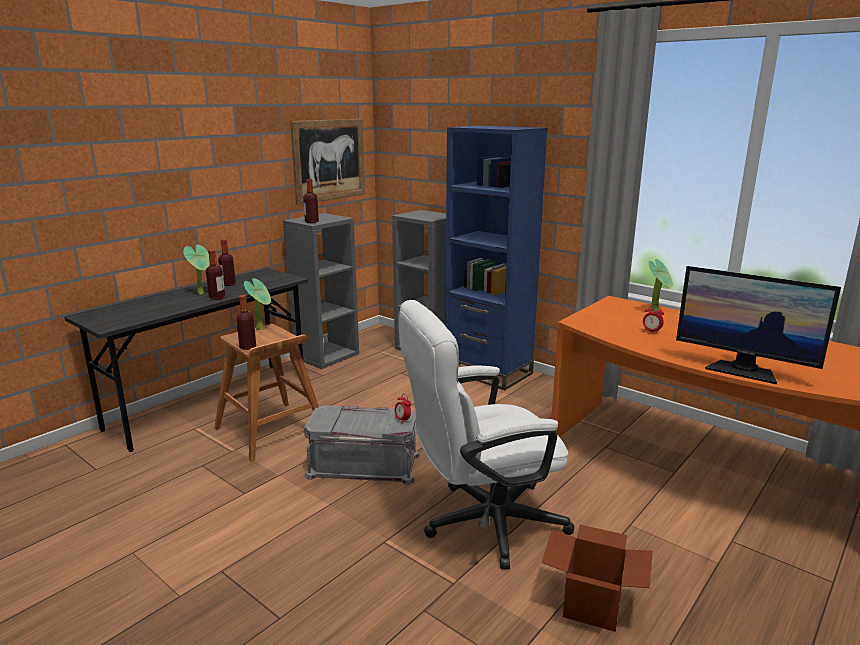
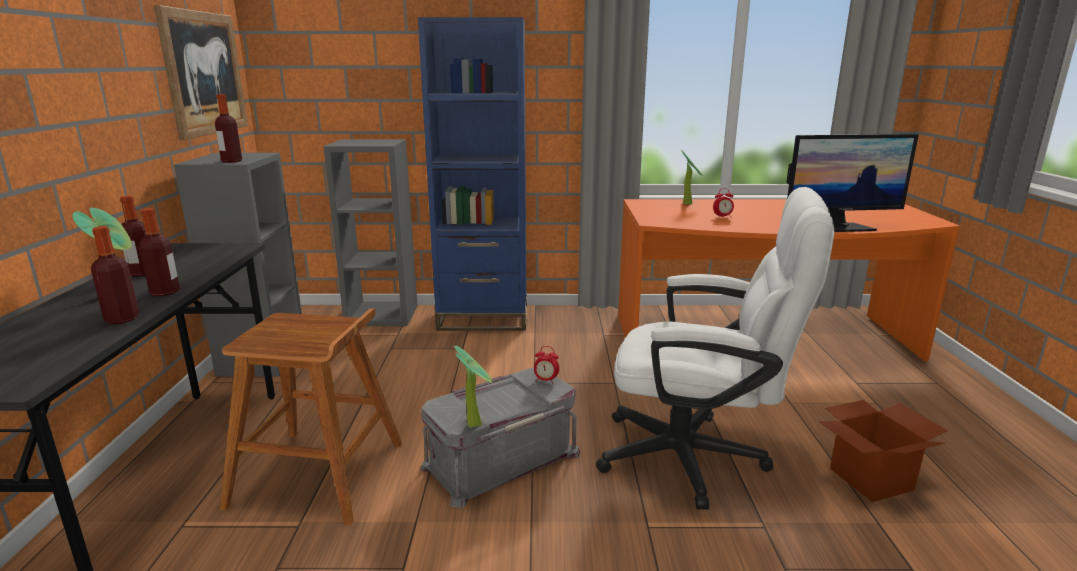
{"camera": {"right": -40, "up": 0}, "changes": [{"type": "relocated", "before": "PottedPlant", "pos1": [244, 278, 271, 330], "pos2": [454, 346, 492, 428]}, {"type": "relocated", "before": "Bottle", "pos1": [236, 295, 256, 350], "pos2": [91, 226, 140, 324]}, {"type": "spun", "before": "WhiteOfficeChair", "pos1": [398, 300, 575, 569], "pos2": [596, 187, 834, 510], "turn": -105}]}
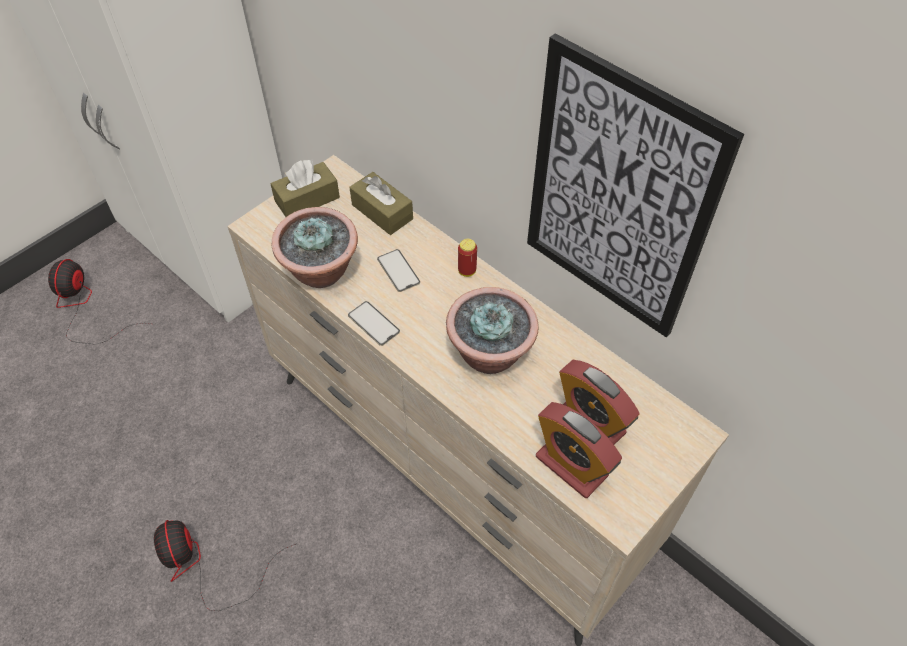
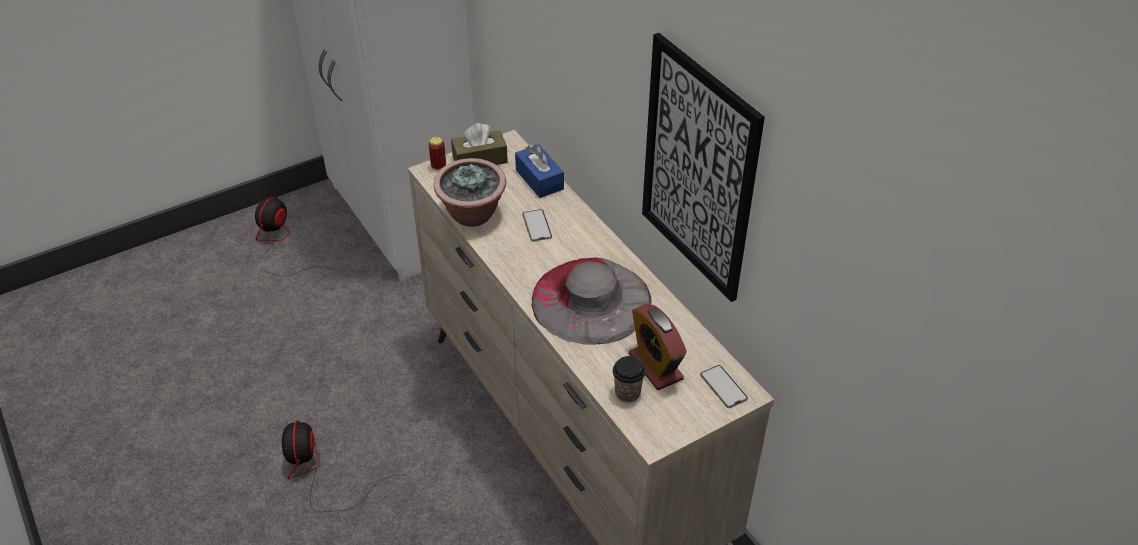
{"camera": {"right": 15, "up": -10}, "changes": [{"type": "colour", "before": "BrownTissueBox", "after": "BlueTissueBox", "pos1": [349, 172, 413, 235], "pos2": [515, 144, 564, 198]}, {"type": "relocated", "before": "Can", "pos1": [458, 239, 477, 277], "pos2": [429, 137, 446, 170]}, {"type": "exchanged", "before": "PottedPlant", "after": "GreyHat", "pos1": [446, 287, 539, 374], "pos2": [531, 258, 652, 345]}, {"type": "relocated", "before": "Phone", "pos1": [348, 301, 400, 346], "pos2": [700, 365, 748, 408]}, {"type": "exchanged", "before": "AlarmClock", "after": "Cup", "pos1": [536, 402, 622, 498], "pos2": [613, 356, 646, 403]}]}
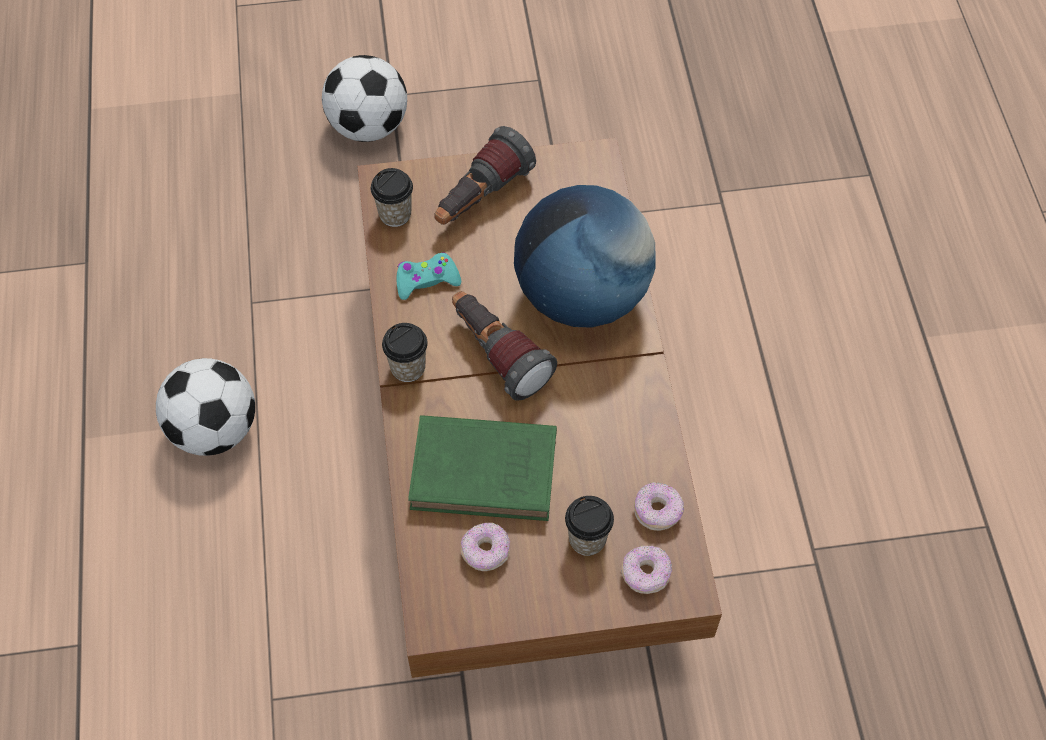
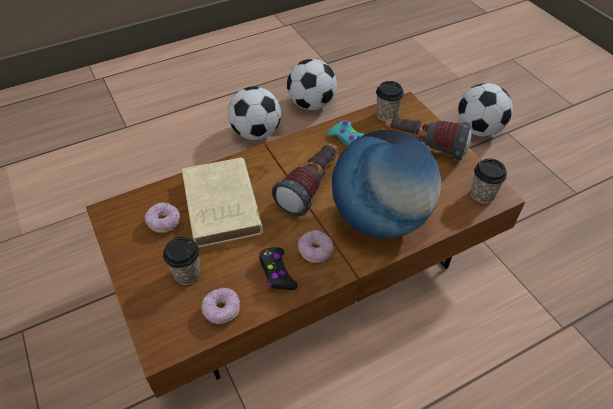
{"camera": {"right": 70, "up": -10}, "changes": [{"type": "relocated", "before": "Cup", "pos1": [382, 323, 428, 382], "pos2": [471, 159, 507, 203]}, {"type": "colour", "before": "GreenBook", "after": "BeigeBook", "pos1": [408, 415, 557, 521], "pos2": [182, 157, 263, 248]}, {"type": "relocated", "before": "Donut", "pos1": [621, 545, 672, 594], "pos2": [298, 230, 333, 263]}, {"type": "appeared", "after": "Football", "pos2": [287, 59, 337, 110]}, {"type": "appeared", "after": "BlackGameController", "pos2": [259, 247, 297, 290]}]}
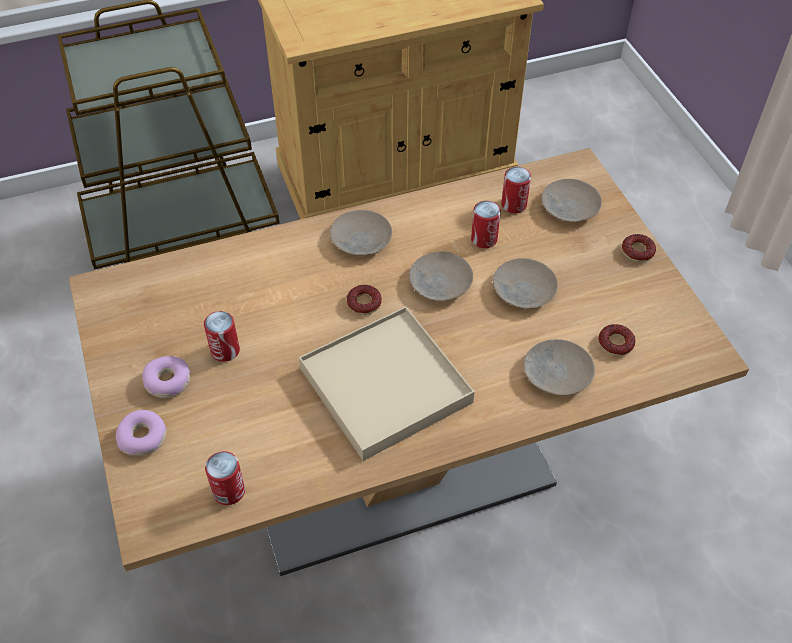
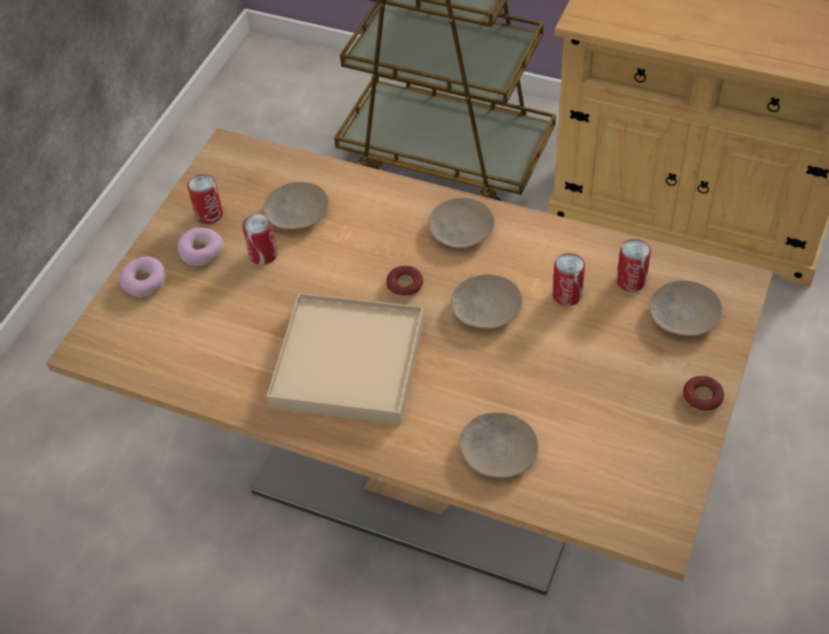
{"camera": {"right": 45, "up": 0}, "changes": [{"type": "relocated", "before": "BeigePlate", "pos1": [493, 258, 558, 309], "pos2": [263, 182, 329, 230]}, {"type": "missing", "before": "Donut", "pos1": [599, 324, 635, 356]}, {"type": "relocated", "before": "Can", "pos1": [205, 451, 245, 505], "pos2": [187, 174, 223, 224]}]}
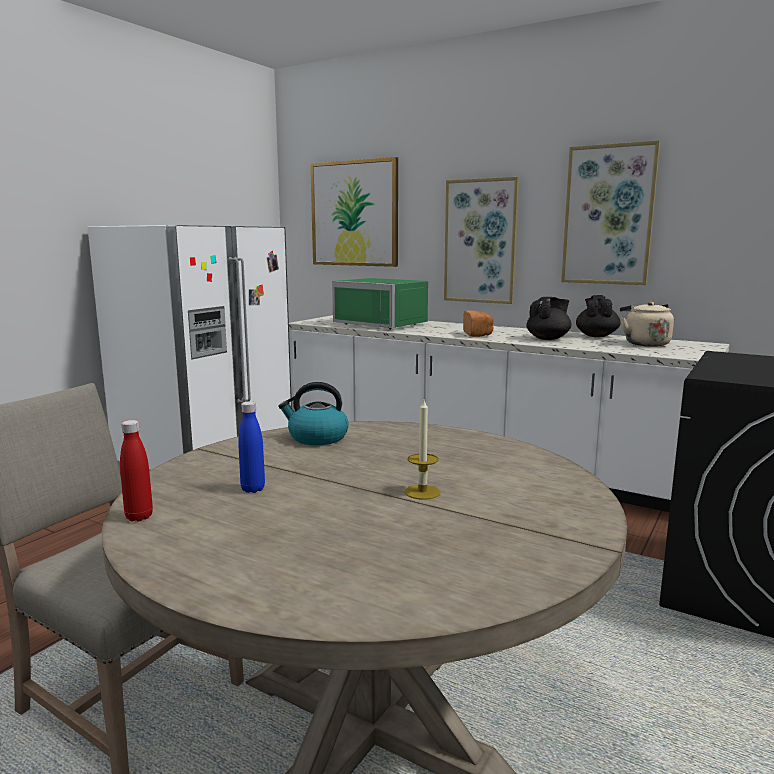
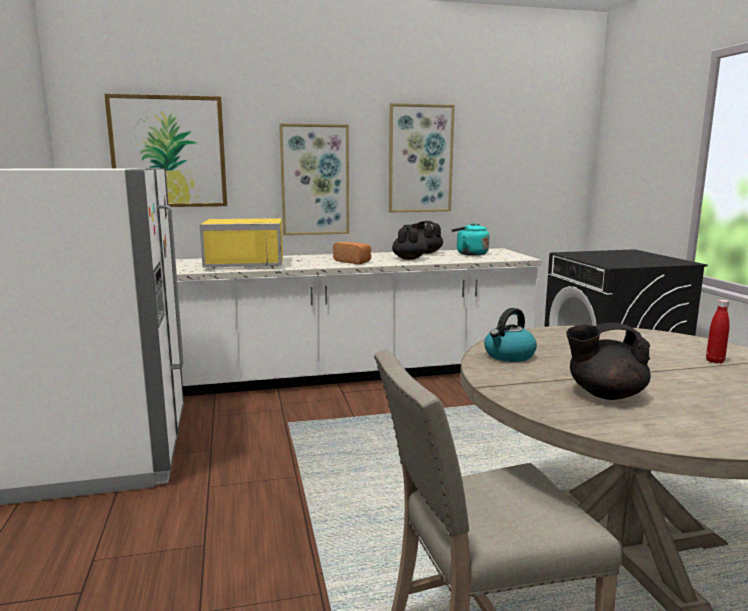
{"camera": {"right": -45, "up": 0}, "changes": [{"type": "colour", "before": "GreenMicrowave", "after": "YellowMicrowave", "pos1": [332, 278, 428, 330], "pos2": [200, 218, 283, 269]}, {"type": "colour", "before": "BeigeKettle", "after": "TurquoiseKettle", "pos1": [620, 302, 674, 347], "pos2": [451, 223, 489, 256]}, {"type": "missing", "before": "Candle", "pos1": [405, 400, 441, 500]}, {"type": "exchanged", "before": "BlueBottle", "after": "BlackTeapot", "pos1": [238, 401, 265, 493], "pos2": [566, 323, 651, 400]}, {"type": "relocated", "before": "RedBottle", "pos1": [120, 420, 153, 522], "pos2": [706, 300, 729, 363]}]}
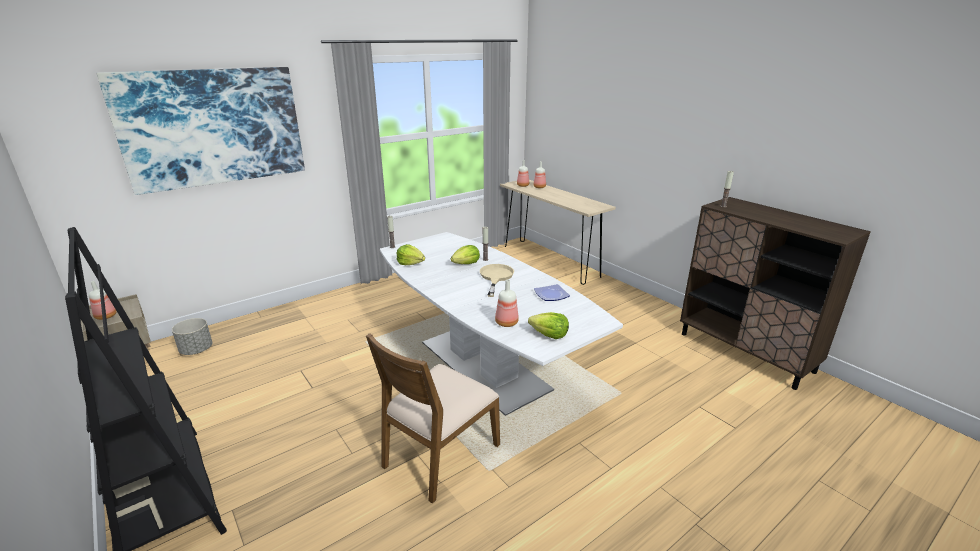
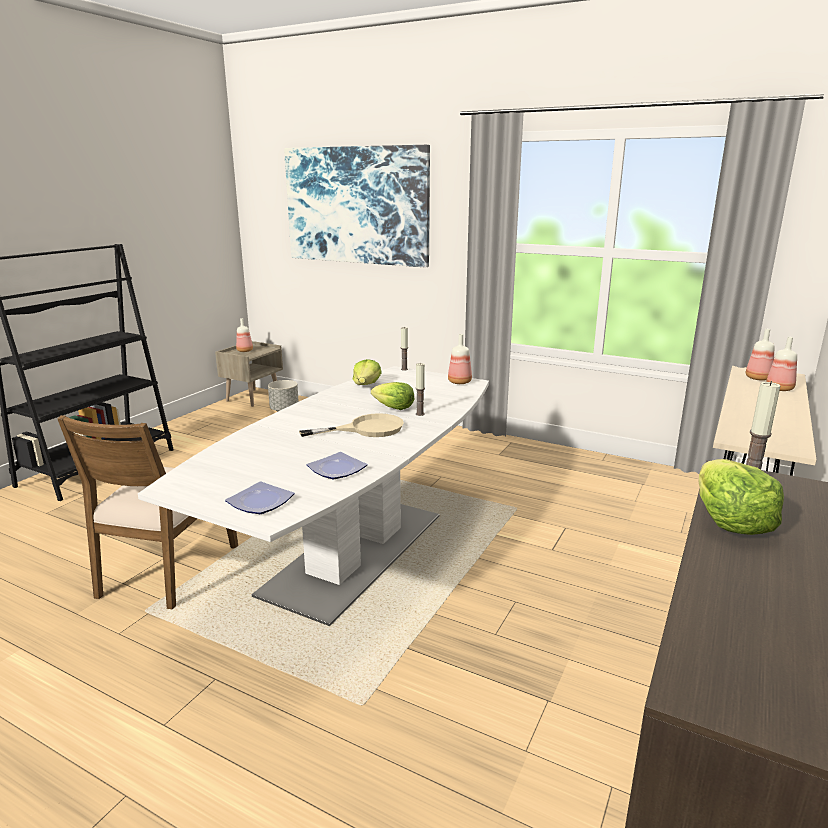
{"camera": {"right": 65, "up": -5}, "changes": [{"type": "relocated", "before": "Bottle", "pos1": [495, 279, 519, 327], "pos2": [448, 334, 472, 384]}, {"type": "relocated", "before": "Lettuce", "pos1": [528, 312, 569, 339], "pos2": [699, 459, 784, 535]}, {"type": "spun", "before": "BrownChair", "pos1": [366, 333, 500, 504], "pos2": [57, 415, 238, 609], "turn": -90}, {"type": "appeared", "after": "Plate", "pos2": [225, 481, 295, 514]}]}
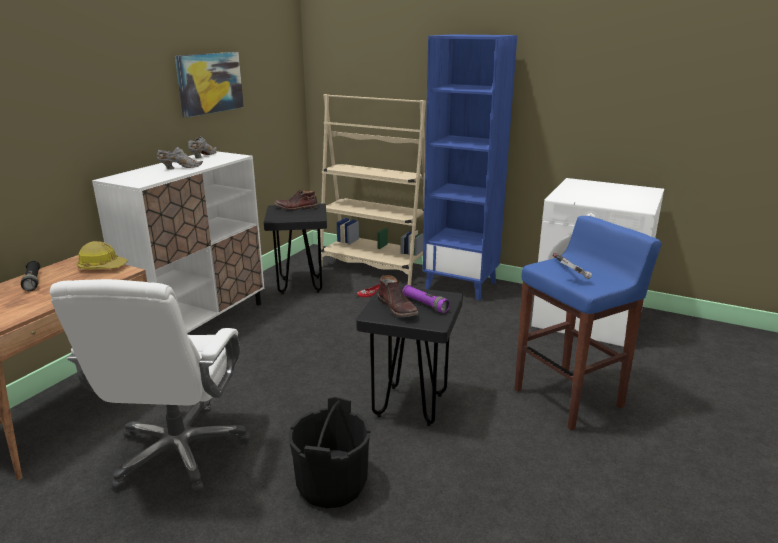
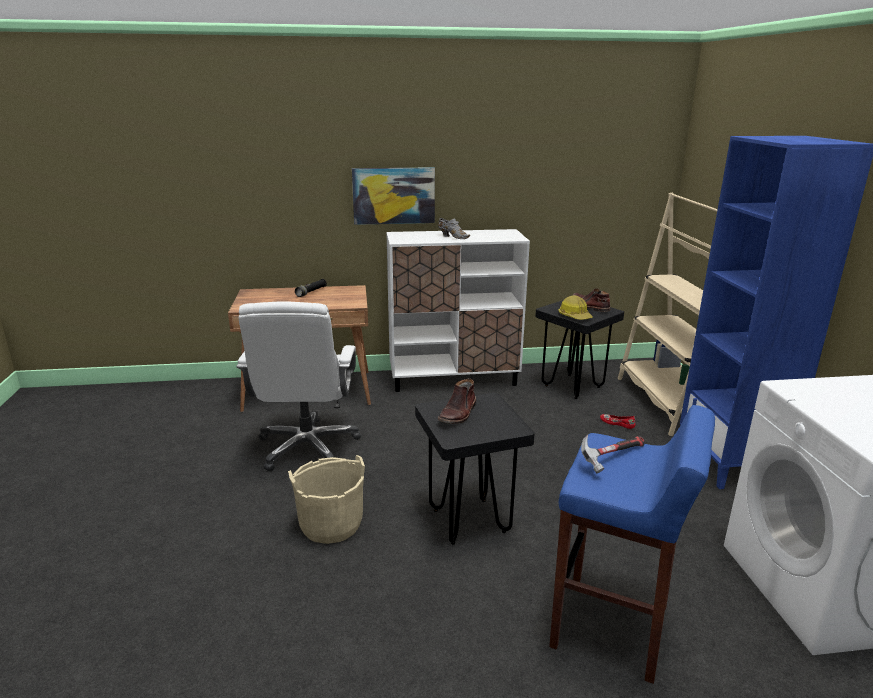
{"camera": {"right": 55, "up": 0}, "changes": [{"type": "relocated", "before": "Picture", "pos1": [175, 52, 244, 118], "pos2": [352, 167, 435, 225]}, {"type": "missing", "before": "GreyShoe", "pos1": [188, 137, 217, 158]}, {"type": "relocated", "before": "HardHat", "pos1": [77, 241, 128, 269], "pos2": [559, 295, 593, 320]}, {"type": "spun", "before": "WhiteOfficeChair", "pos1": [50, 279, 250, 494], "pos2": [236, 301, 361, 471], "turn": -60}, {"type": "missing", "before": "PurpleFlashlight", "pos1": [402, 285, 450, 313]}, {"type": "colour", "before": "BlackBucket", "after": "BeigeBucket", "pos1": [288, 397, 370, 508], "pos2": [288, 455, 365, 544]}]}
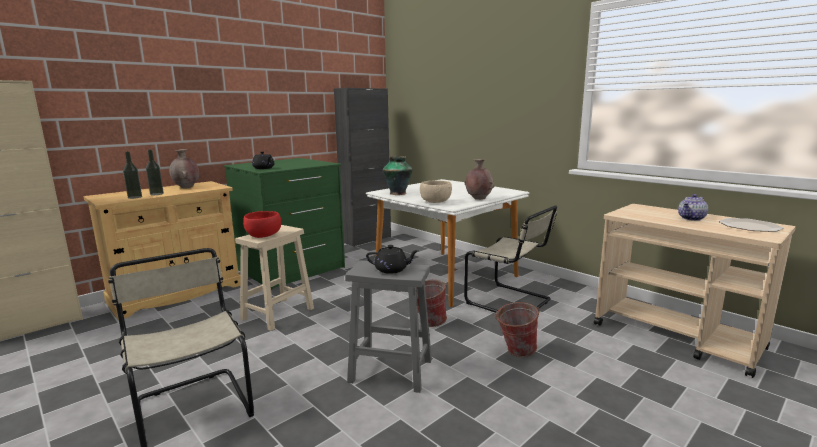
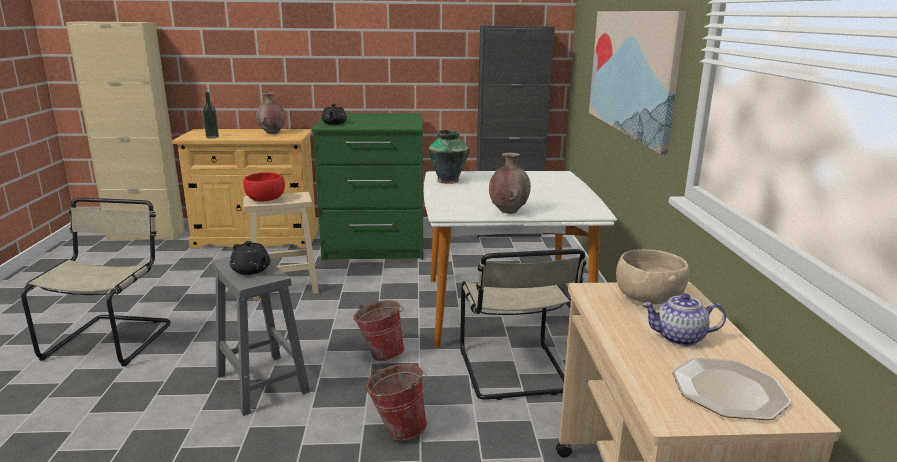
{"camera": {"right": 40, "up": 5}, "changes": [{"type": "missing", "before": "Bottle", "pos1": [146, 150, 164, 195]}, {"type": "relocated", "before": "BeigeBowl", "pos1": [420, 180, 452, 203], "pos2": [616, 249, 690, 304]}, {"type": "appeared", "after": "Picture", "pos2": [589, 11, 686, 155]}]}
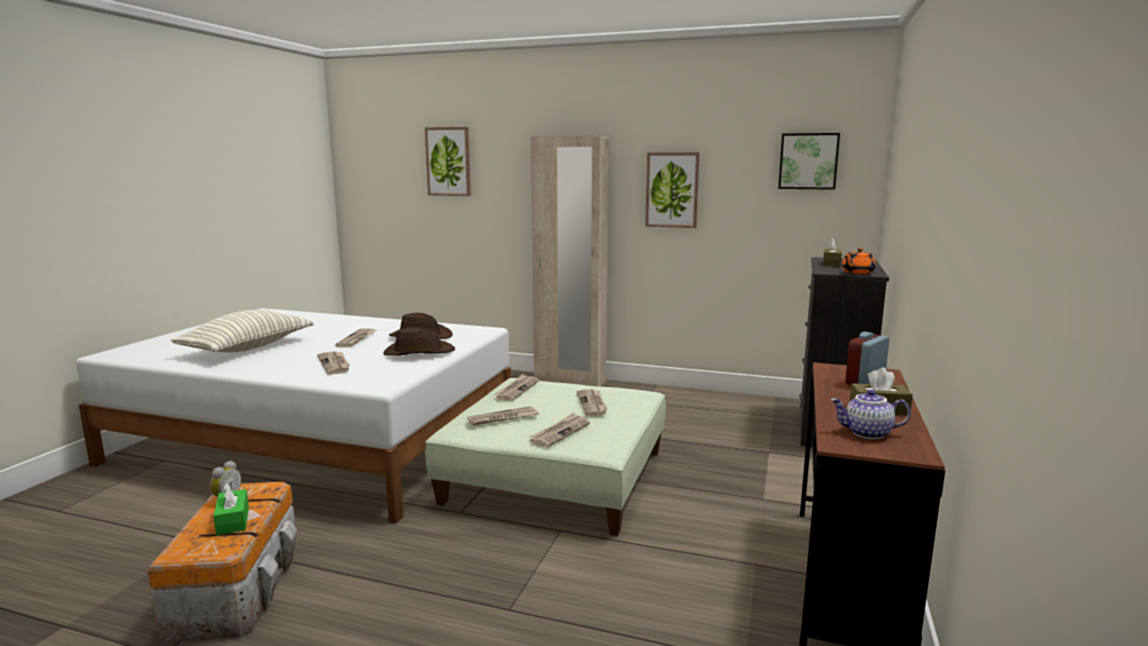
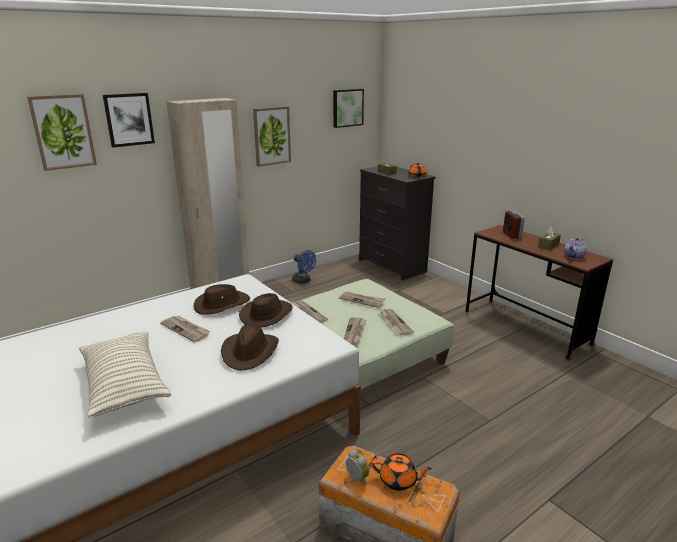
{"camera": {"right": -55, "up": 10}, "changes": [{"type": "exchanged", "before": "Newspaper", "after": "BrownHat", "pos1": [317, 351, 350, 375], "pos2": [221, 324, 279, 371]}, {"type": "exchanged", "before": "GreenTissueBox", "after": "OrangeTeapot", "pos1": [213, 483, 249, 535], "pos2": [371, 453, 432, 491]}, {"type": "appeared", "after": "Picture", "pos2": [103, 93, 155, 147]}, {"type": "appeared", "after": "BlueFan", "pos2": [292, 250, 316, 284]}]}
